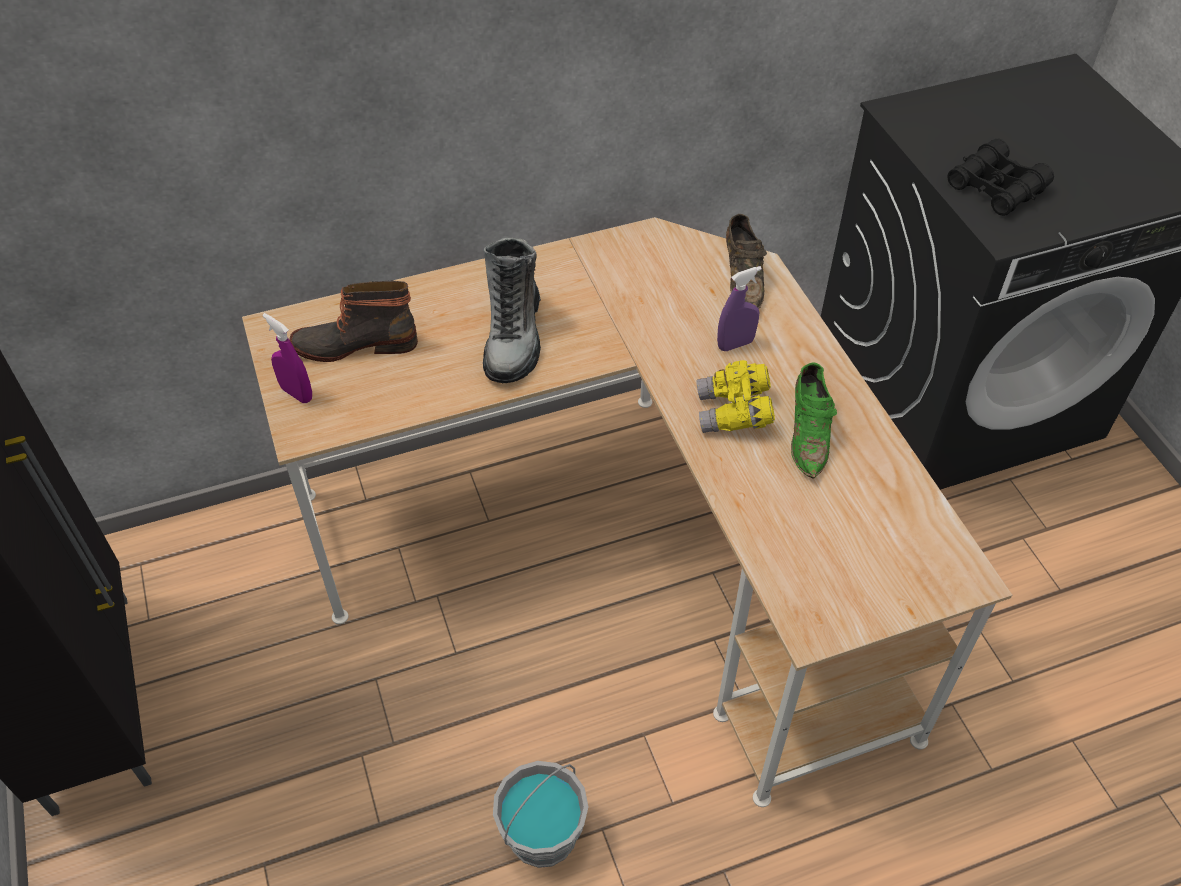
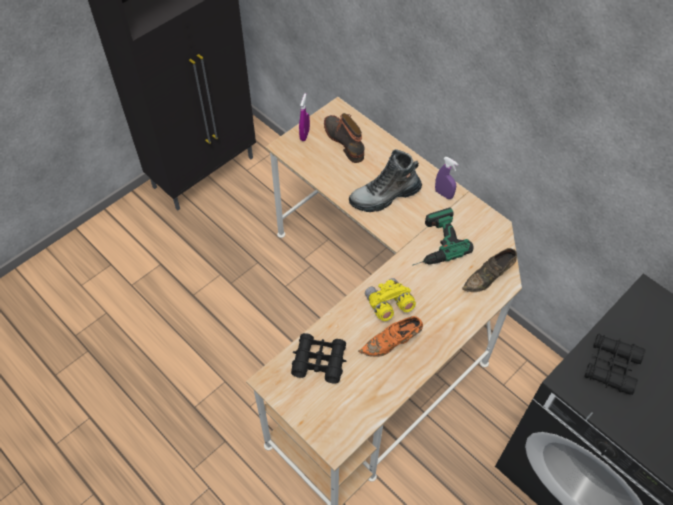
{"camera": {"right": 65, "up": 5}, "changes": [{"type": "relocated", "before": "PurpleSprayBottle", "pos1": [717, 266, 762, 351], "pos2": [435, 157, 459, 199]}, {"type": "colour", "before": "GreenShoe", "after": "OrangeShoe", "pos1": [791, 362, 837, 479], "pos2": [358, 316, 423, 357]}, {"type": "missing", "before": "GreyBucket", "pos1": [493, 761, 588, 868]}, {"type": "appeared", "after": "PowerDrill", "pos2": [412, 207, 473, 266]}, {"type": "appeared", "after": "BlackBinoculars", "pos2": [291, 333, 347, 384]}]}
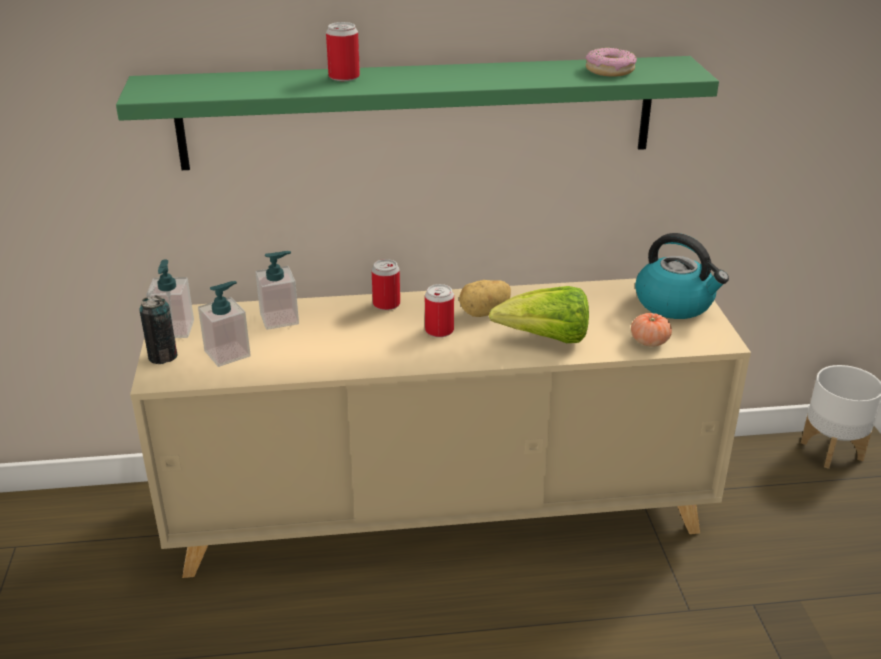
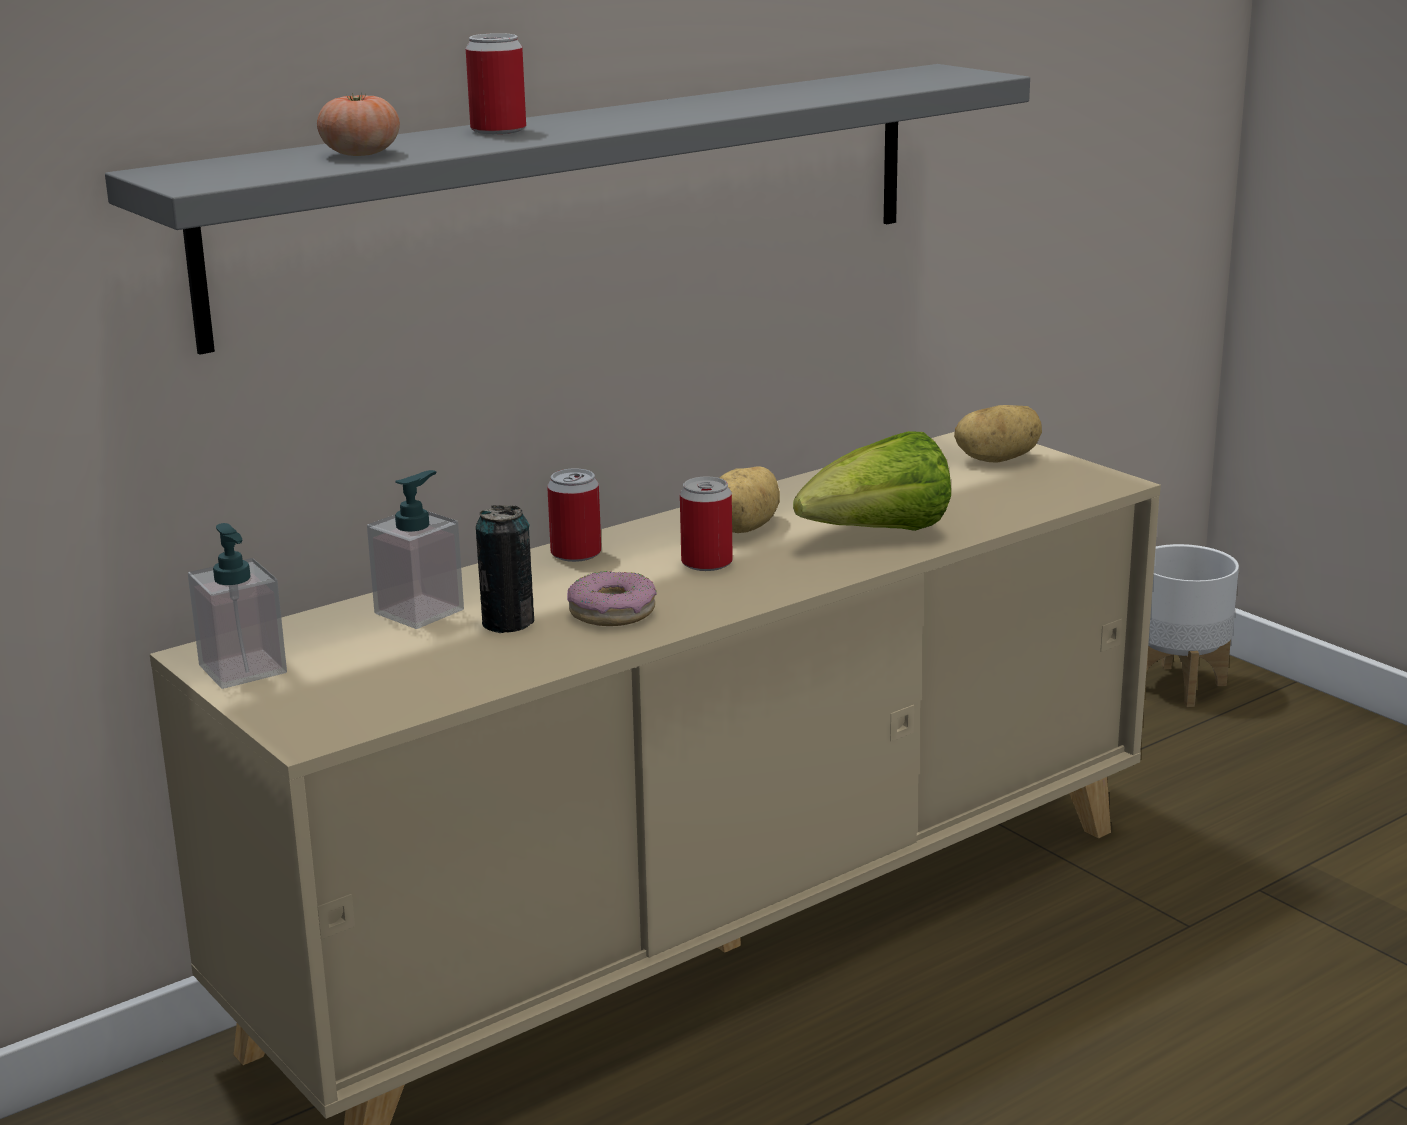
{"camera": {"right": -30, "up": -10}, "changes": [{"type": "relocated", "before": "Donut", "pos1": [585, 48, 637, 77], "pos2": [567, 571, 657, 626]}, {"type": "colour", "before": "GreenShelf", "after": "GreyShelf", "pos1": [116, 56, 719, 170], "pos2": [105, 64, 1030, 355]}, {"type": "exchanged", "before": "Kettle", "after": "Potato", "pos1": [635, 233, 729, 319], "pos2": [954, 405, 1042, 463]}, {"type": "missing", "before": "SoapDispenser", "pos1": [198, 281, 251, 367]}, {"type": "relocated", "before": "Can", "pos1": [139, 296, 177, 364], "pos2": [476, 505, 534, 633]}, {"type": "relocated", "before": "Tomato", "pos1": [631, 313, 672, 347], "pos2": [317, 93, 400, 156]}]}
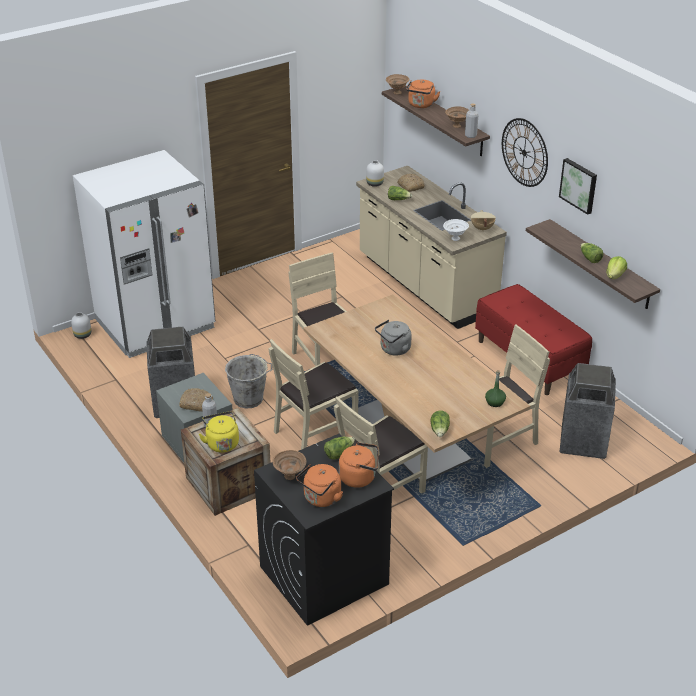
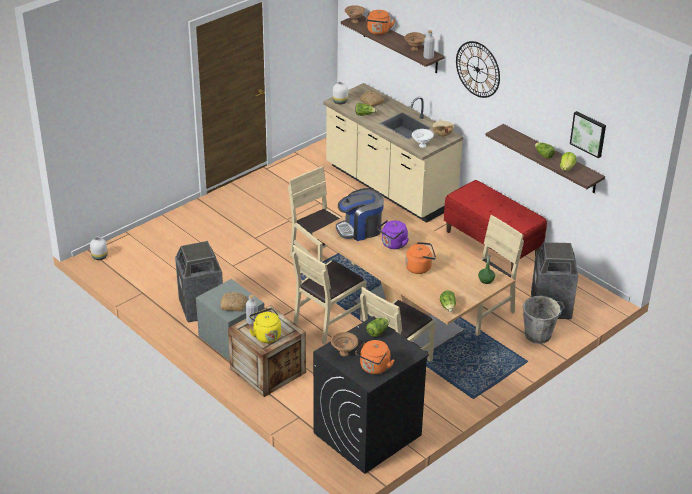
{"camera": {"right": -10, "up": 0}, "changes": [{"type": "missing", "before": "WhiteFridge", "pos1": [73, 150, 215, 358]}, {"type": "relocated", "before": "Picture", "pos1": [559, 158, 597, 215], "pos2": [570, 111, 606, 158]}, {"type": "colour", "before": "GreyKettle", "after": "PurpleKettle", "pos1": [375, 320, 412, 355], "pos2": [377, 220, 409, 249]}, {"type": "relocated", "before": "GreyBucket", "pos1": [225, 354, 273, 409], "pos2": [523, 295, 565, 344]}, {"type": "relocated", "before": "OrangeKettle", "pos1": [339, 442, 378, 488], "pos2": [405, 242, 436, 274]}, {"type": "appeared", "after": "CoffeeMachine", "pos2": [336, 188, 384, 241]}]}
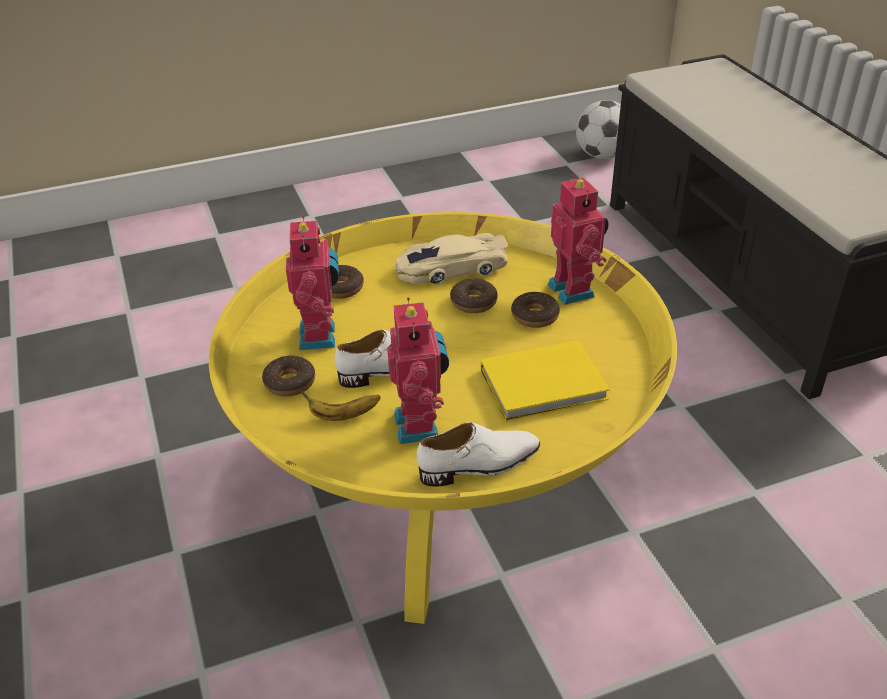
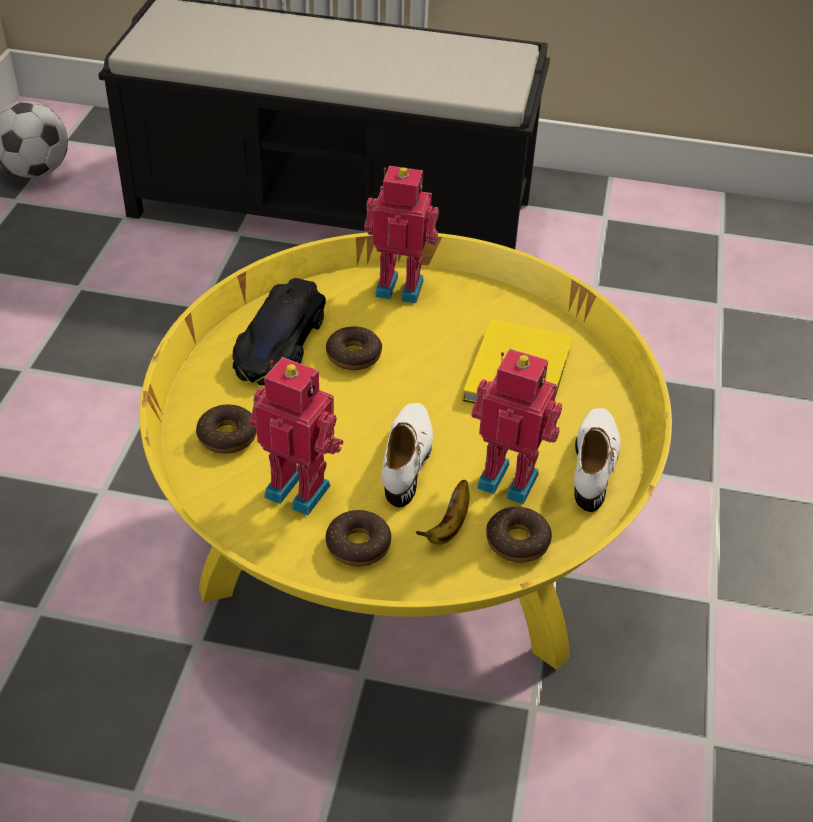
{"camera": {"right": -60, "up": 5}, "changes": [{"type": "colour", "before": "BeigeToyCar", "after": "BlackToyCar", "pos1": [395, 233, 508, 285], "pos2": [233, 278, 326, 385]}, {"type": "relocated", "before": "Donut", "pos1": [511, 292, 560, 328], "pos2": [486, 507, 552, 563]}]}
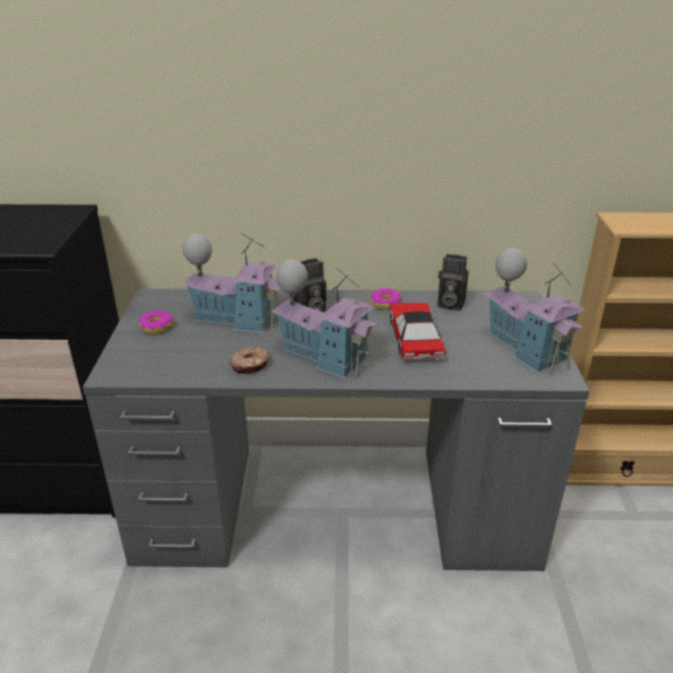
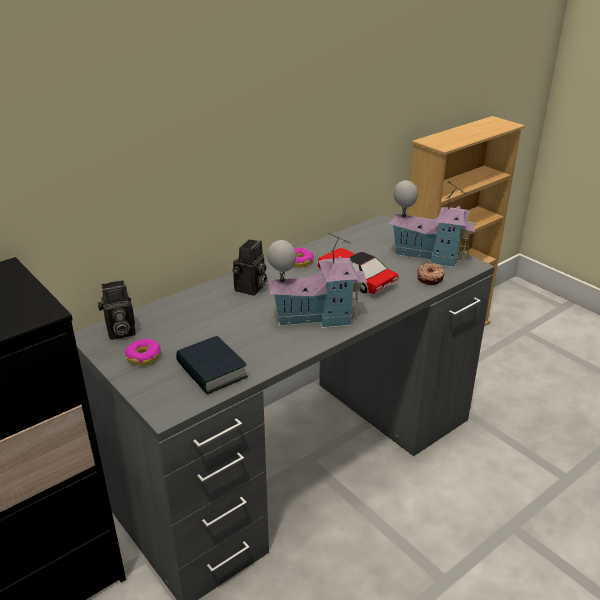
{"camera": {"right": -40, "up": 0}, "changes": [{"type": "missing", "before": "ToyHouse", "pos1": [183, 233, 279, 333]}, {"type": "relocated", "before": "PhotoCamera", "pos1": [438, 254, 469, 311], "pos2": [98, 280, 136, 340]}, {"type": "relocated", "before": "Donut", "pos1": [230, 347, 270, 374], "pos2": [417, 263, 445, 285]}, {"type": "appeared", "after": "Book", "pos2": [176, 336, 248, 394]}]}
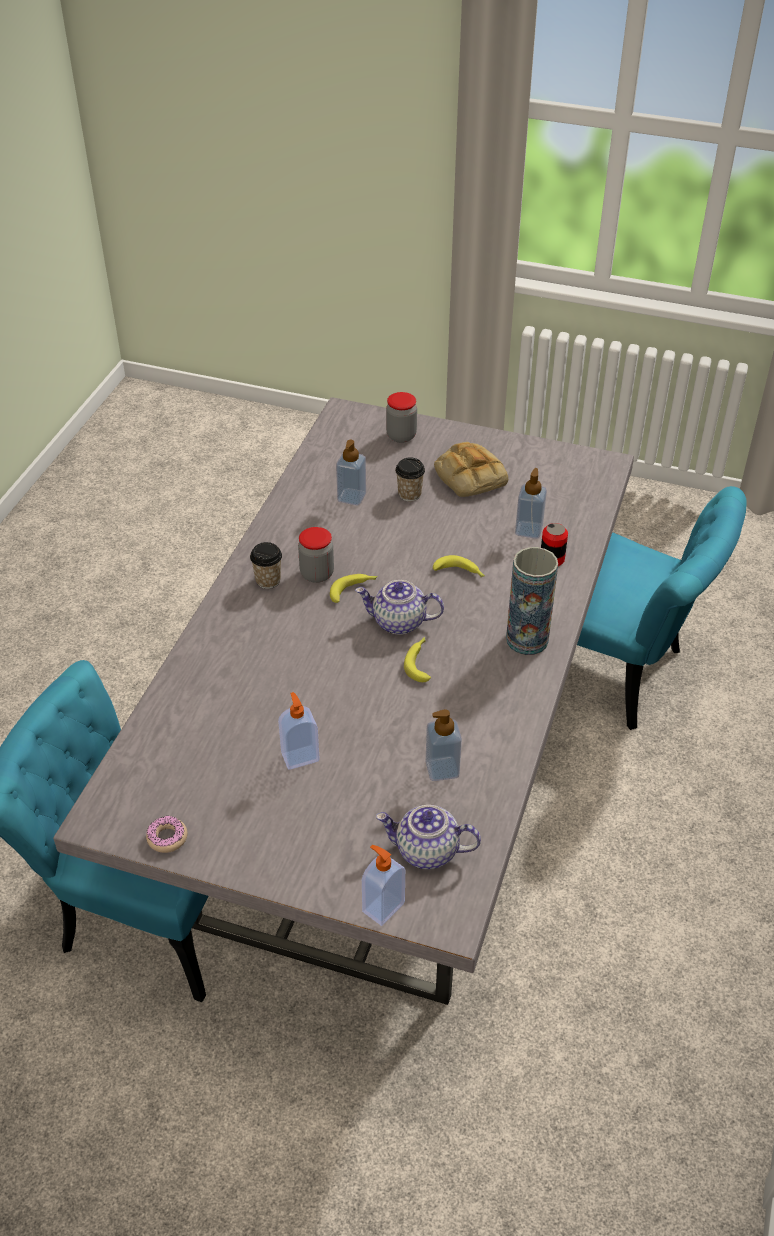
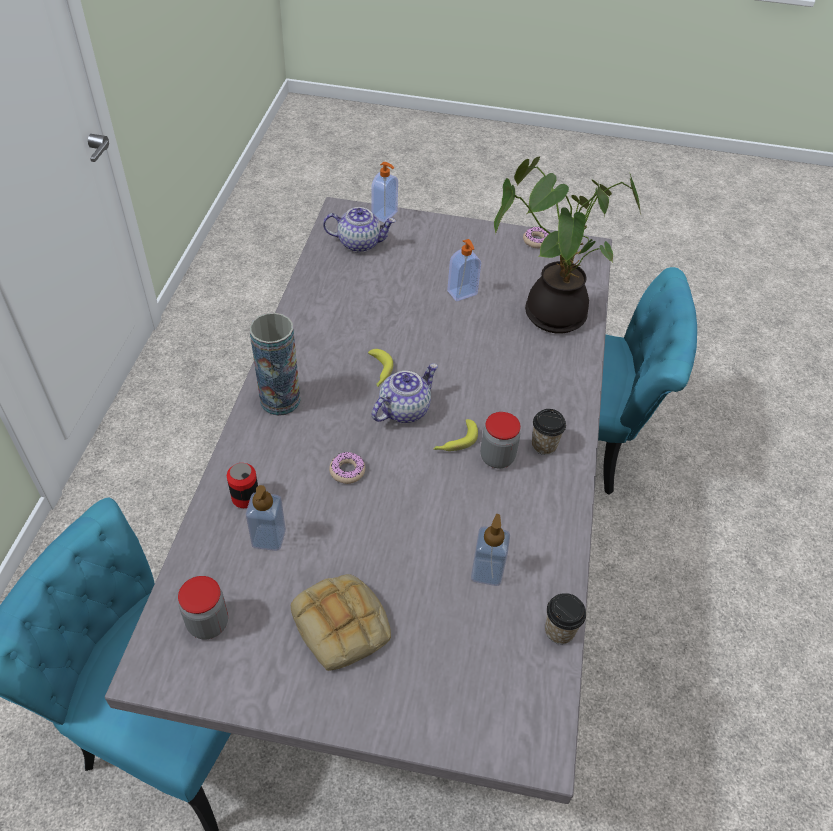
{"camera": {"right": 170, "up": 5}, "changes": [{"type": "relocated", "before": "Jar", "pos1": [386, 392, 417, 443], "pos2": [178, 576, 228, 639]}, {"type": "relocated", "before": "Cup", "pos1": [395, 458, 425, 501], "pos2": [545, 593, 586, 644]}, {"type": "exchanged", "before": "Banana", "after": "Donut", "pos1": [433, 555, 485, 577], "pos2": [329, 452, 365, 484]}, {"type": "spun", "before": "Teapot", "pos1": [355, 580, 444, 635], "pos2": [372, 363, 438, 423], "turn": -45}, {"type": "missing", "before": "SoapDispenser", "pos1": [426, 709, 462, 781]}, {"type": "appeared", "after": "PottedPlant", "pos2": [494, 157, 641, 334]}]}
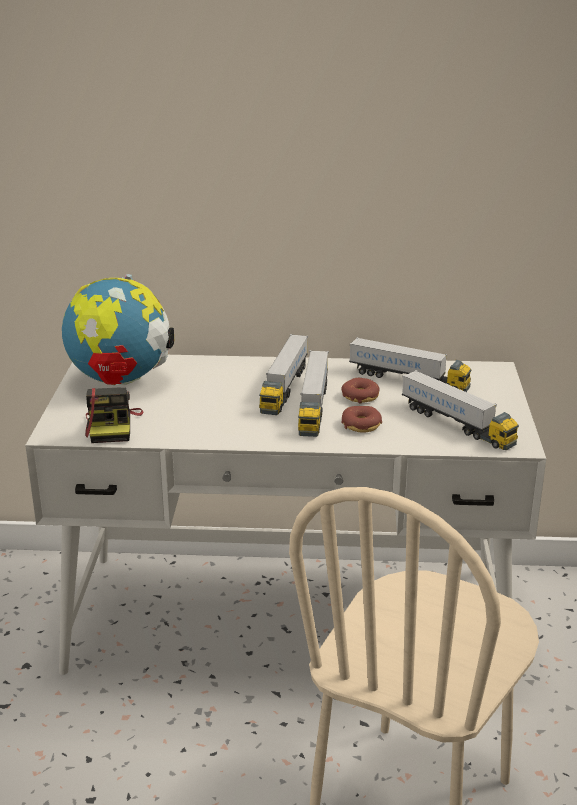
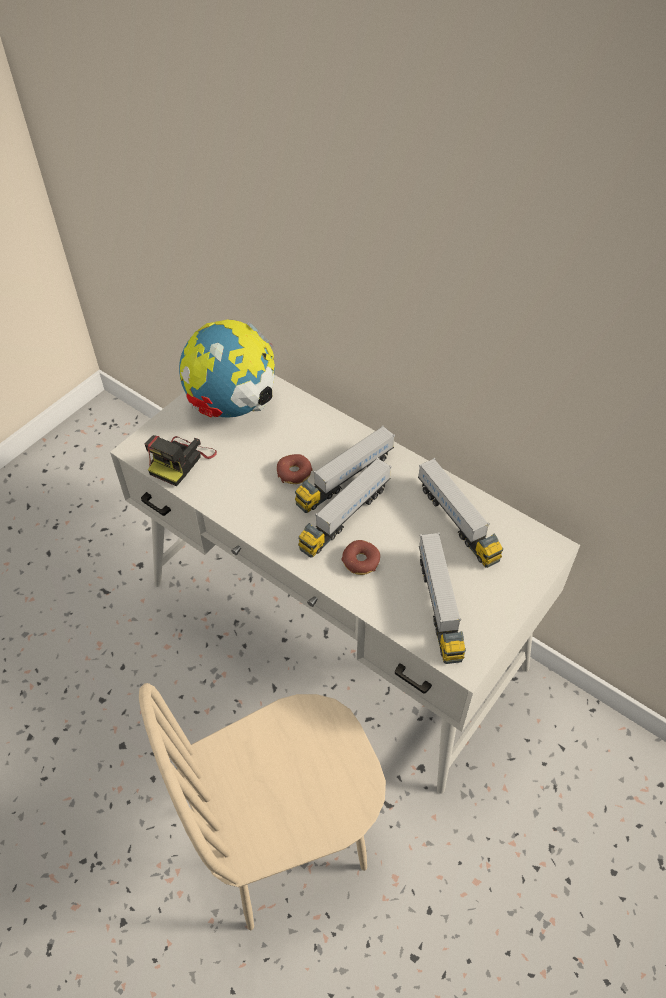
{"camera": {"right": 35, "up": 25}, "changes": [{"type": "relocated", "before": "Donut", "pos1": [341, 378, 380, 403], "pos2": [277, 454, 313, 484]}]}
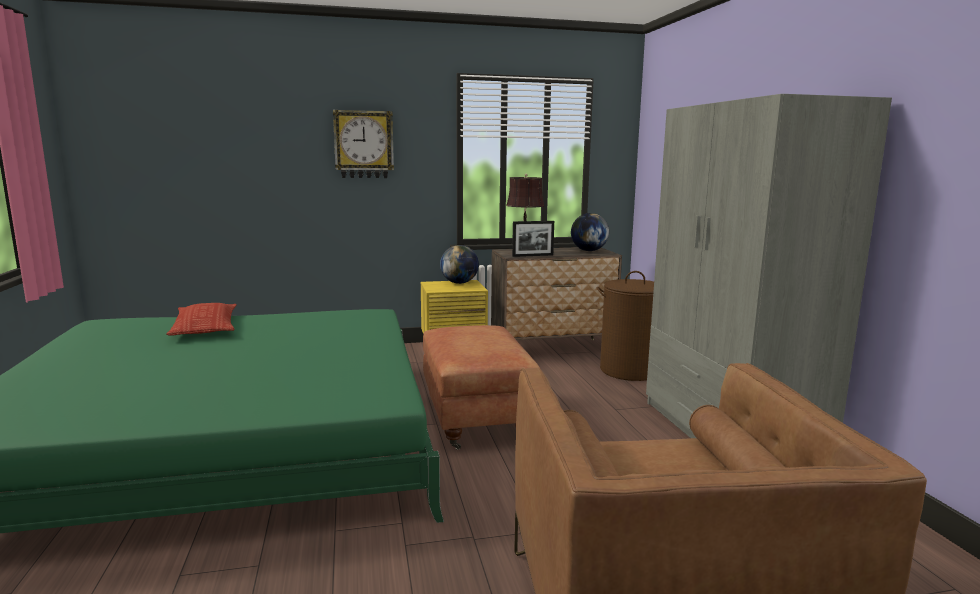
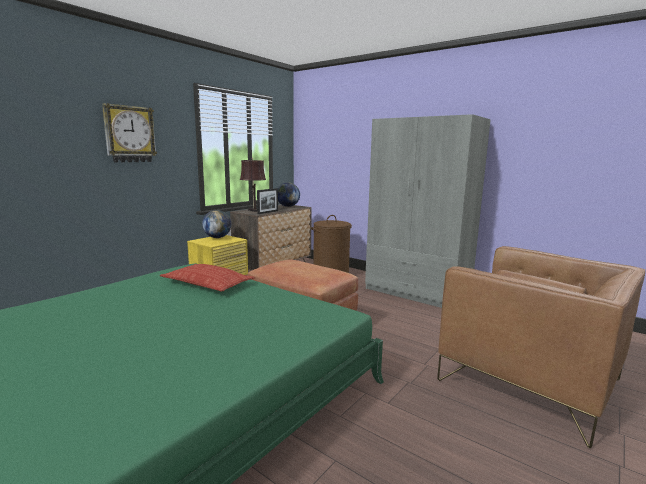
{"camera": {"right": -40, "up": 0}, "changes": [{"type": "relocated", "before": "Pillow", "pos1": [166, 303, 236, 336], "pos2": [160, 264, 255, 292]}]}
